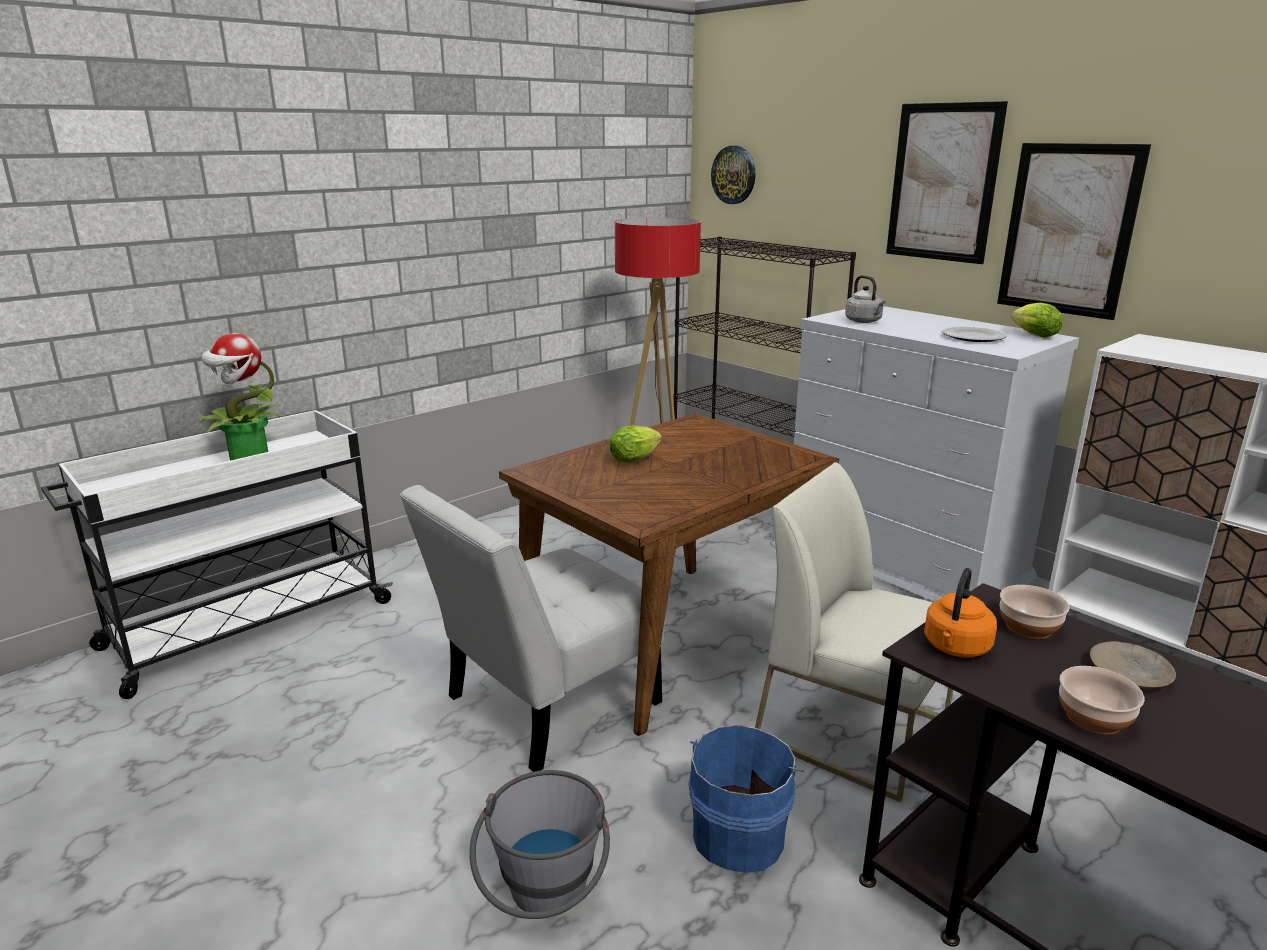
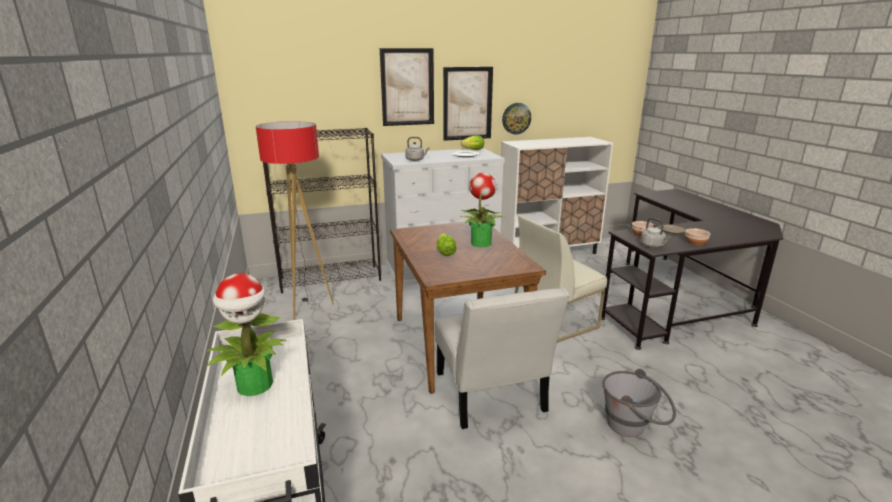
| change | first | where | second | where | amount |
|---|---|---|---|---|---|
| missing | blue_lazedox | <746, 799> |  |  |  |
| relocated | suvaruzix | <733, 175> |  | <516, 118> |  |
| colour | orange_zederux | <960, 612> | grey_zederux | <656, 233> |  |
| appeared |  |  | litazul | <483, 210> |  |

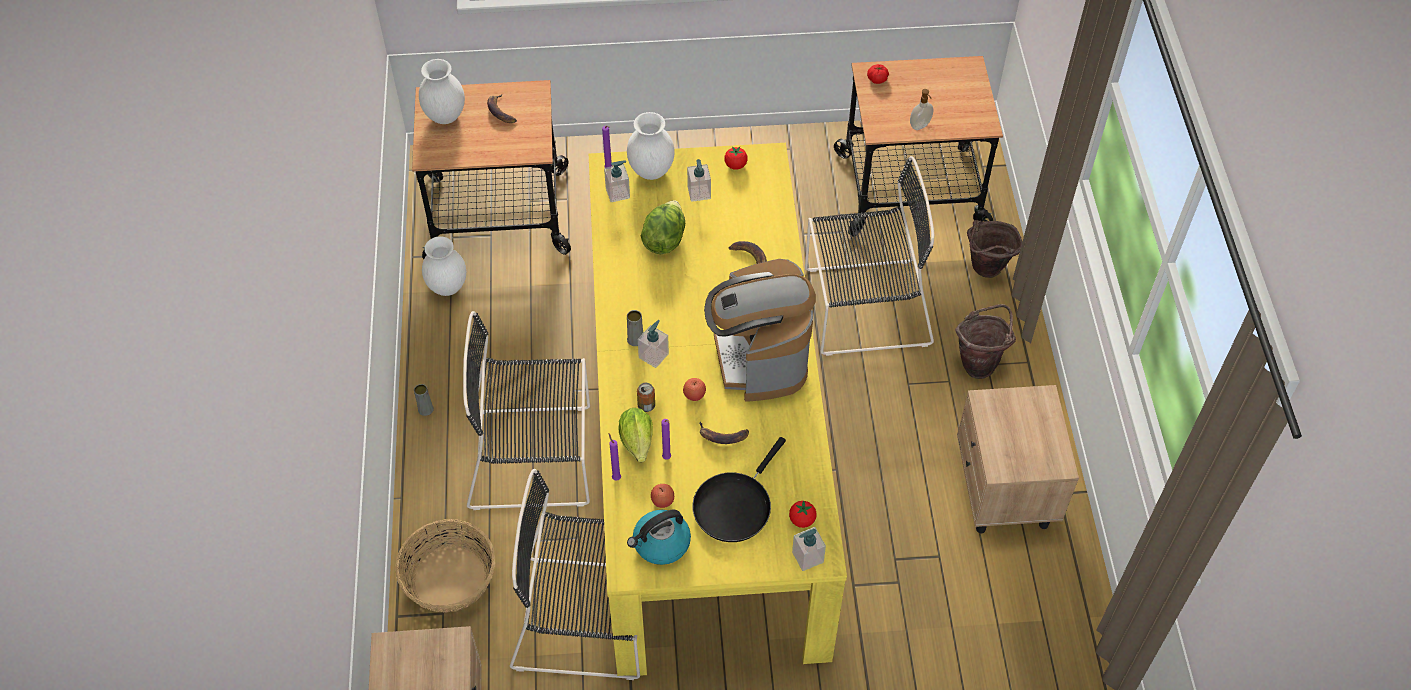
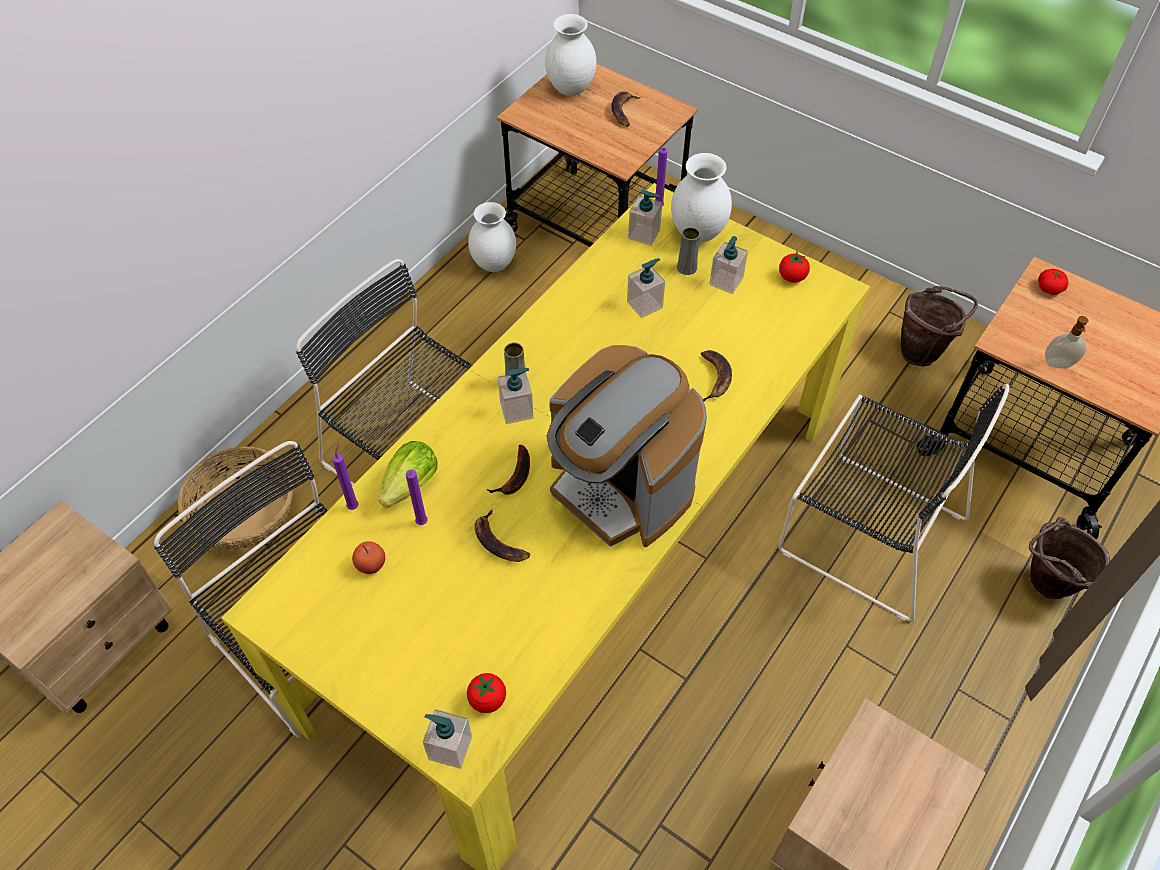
| change | first | where | second | where | amount |
|---|---|---|---|---|---|
| relocated | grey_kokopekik | <424, 400> |  | <688, 251> |  |
| missing | zederux | <659, 537> |  |  |  |
| missing | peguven | <646, 397> |  |  |  |
| exchanged | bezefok | <663, 227> | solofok | <646, 288> |  |
| exchanged | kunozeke | <694, 389> | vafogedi | <508, 470> |  |
| missing | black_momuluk | <739, 489> |  |  |  |
| spun | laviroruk | <760, 330> |  | <627, 446> | 75 degrees counterclockwise |
| relocated | brown_lazedox | <985, 341> |  | <939, 326> |  |

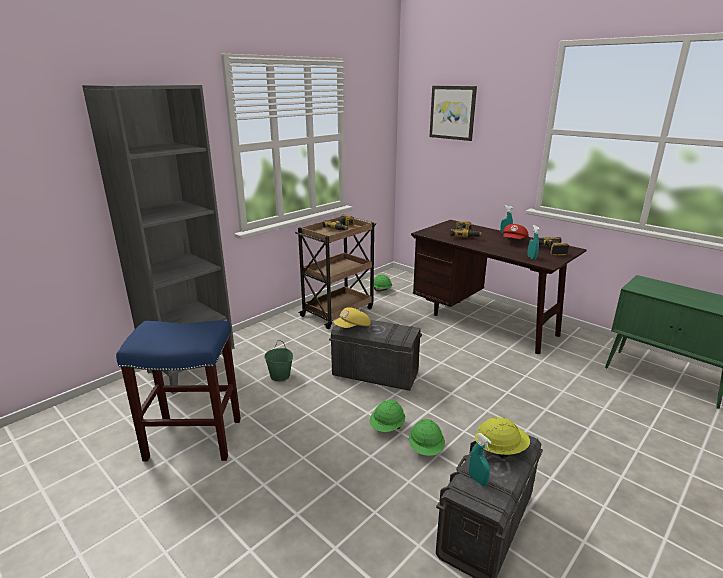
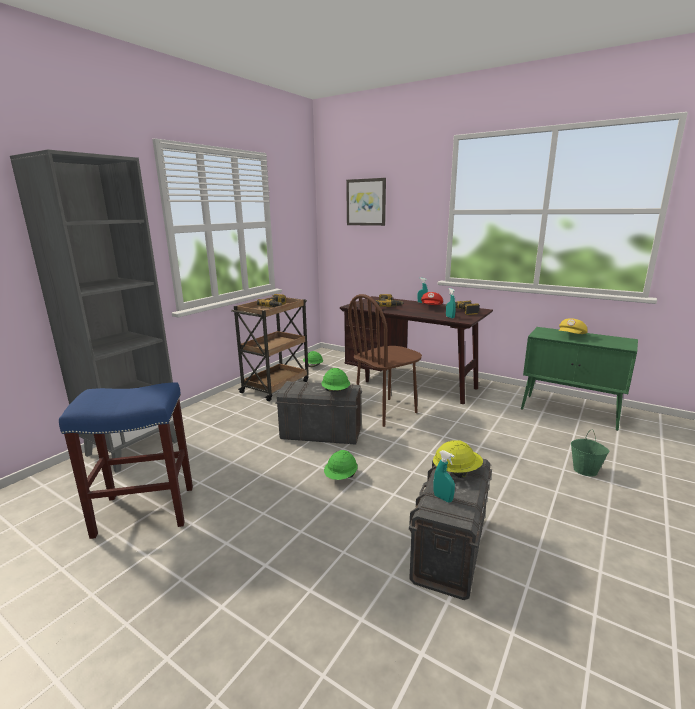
| change | first | where | second | where | amount |
|---|---|---|---|---|---|
| relocated | green_lazedox | <278, 361> |  | <590, 453> |  |
| relocated | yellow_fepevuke | <352, 317> |  | <573, 326> |  |
| relocated | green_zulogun | <427, 437> |  | <335, 380> |  |
| appeared |  |  | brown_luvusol | <385, 360> |  |

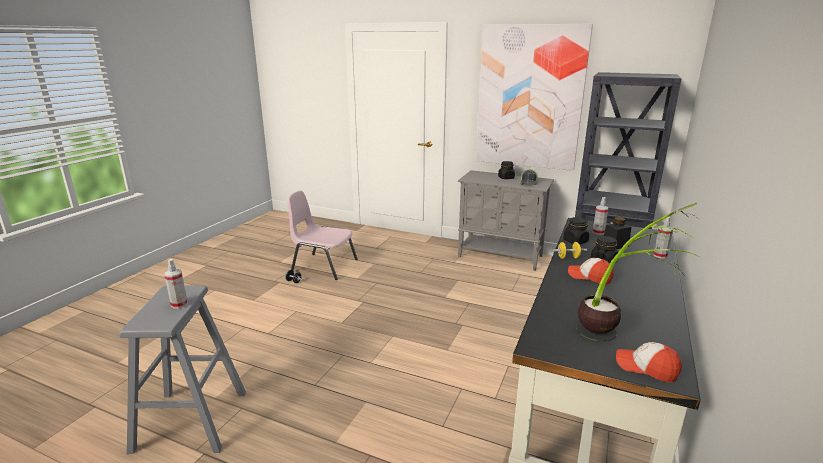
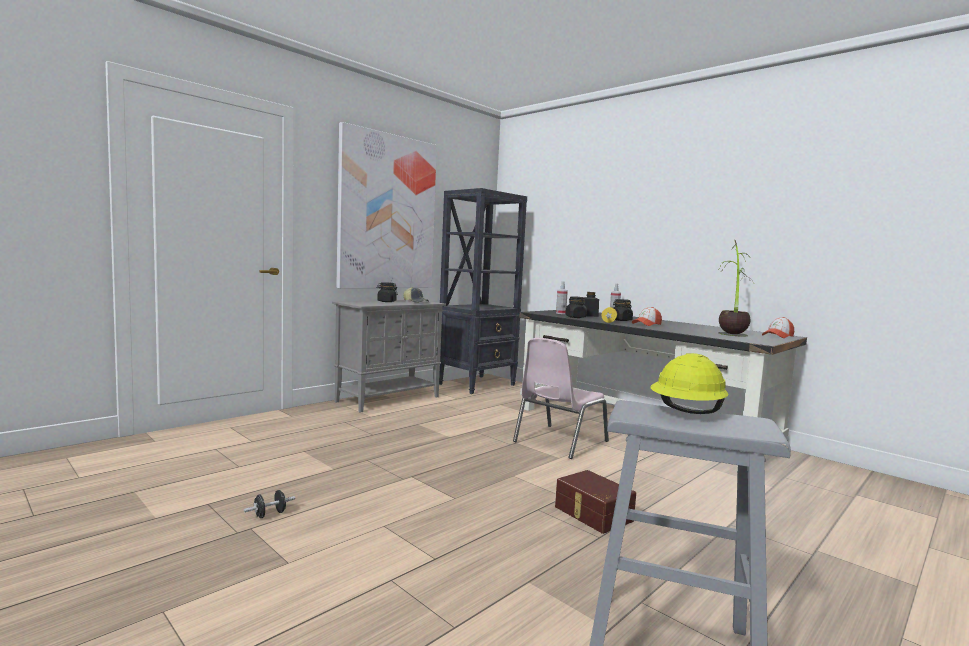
| change | first | where | second | where | amount |
|---|---|---|---|---|---|
| exchanged | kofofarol | <176, 283> | yellow_zulogun | <689, 383> |  |
| relocated | pink_luvusol | <322, 235> |  | <561, 398> |  |
| appeared |  |  | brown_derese | <595, 502> |  |

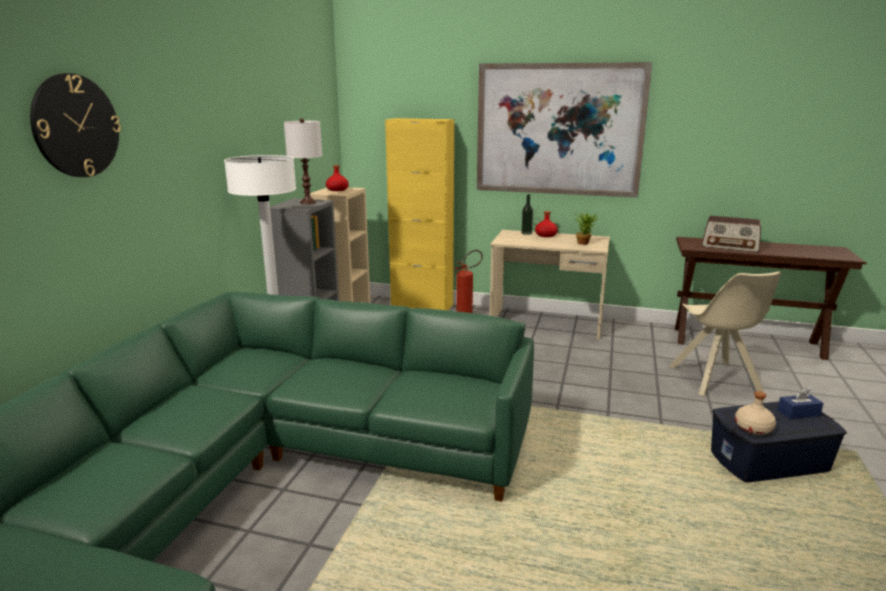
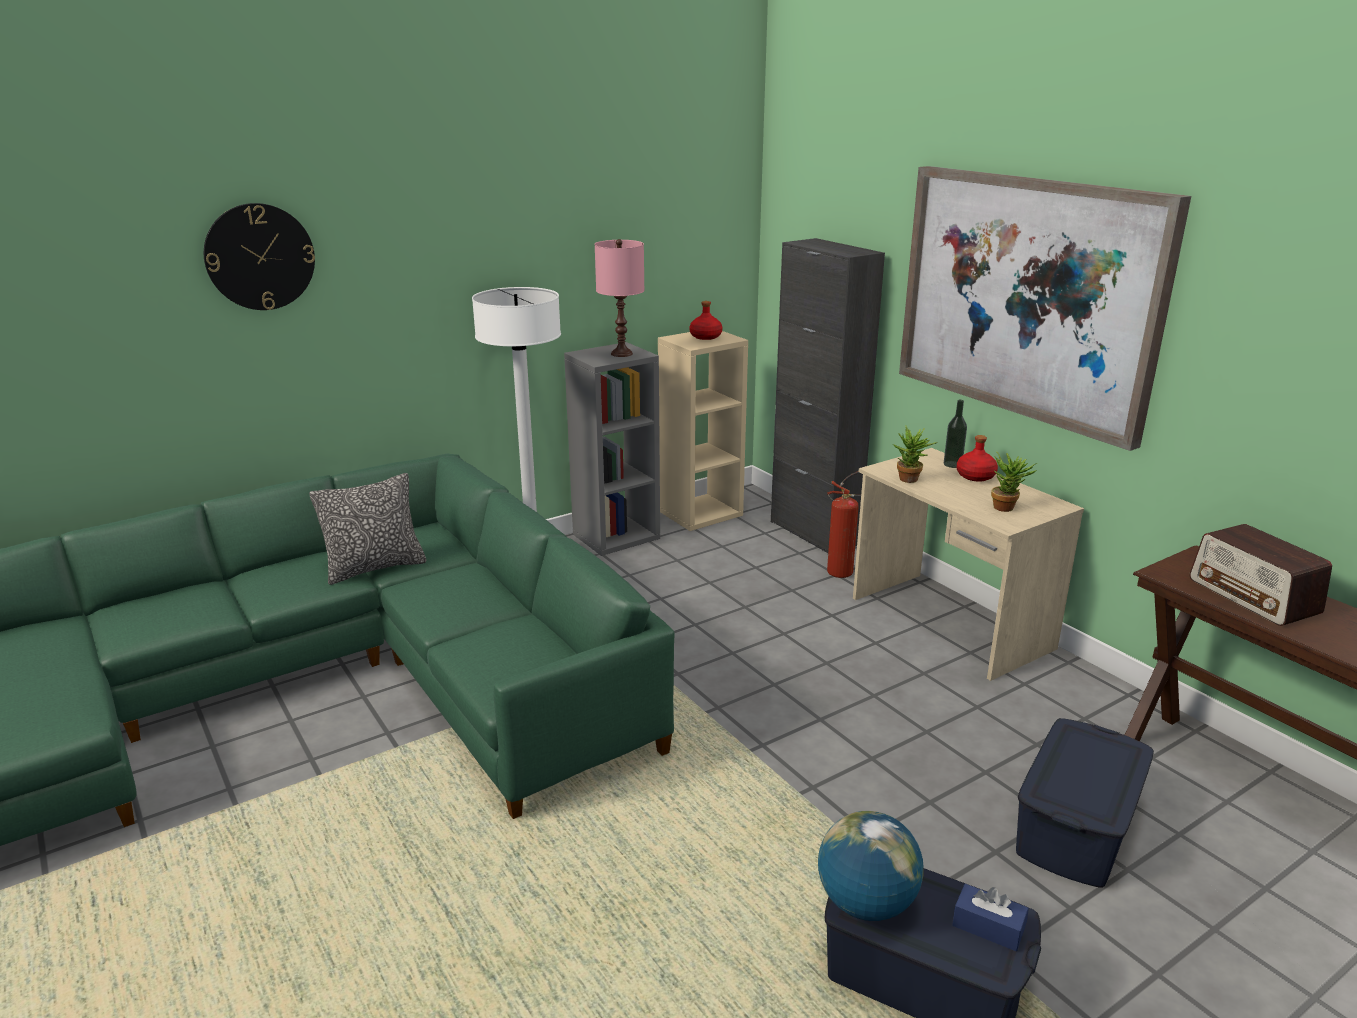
| change | first | where | second | where | amount |
|---|---|---|---|---|---|
| colour | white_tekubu | <303, 161> | pink_tekubu | <620, 298> |  |
| colour | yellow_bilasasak | <419, 214> | black_bilasasak | <828, 395> |  |
| exchanged | beige_luvusol | <725, 334> | blue_derese | <1085, 803> |  |
| exchanged | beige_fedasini | <755, 413> | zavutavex | <871, 866> |  |
| appeared |  |  | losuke | <367, 529> |  |
| appeared |  |  | litazul | <915, 454> |  |

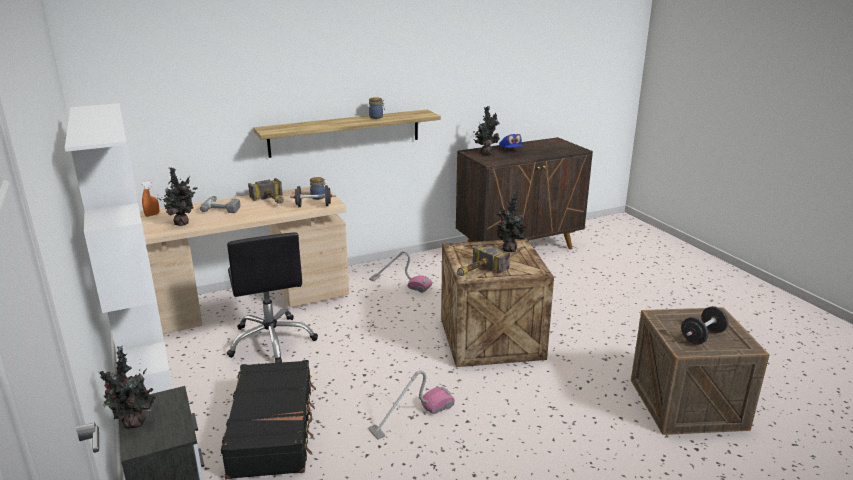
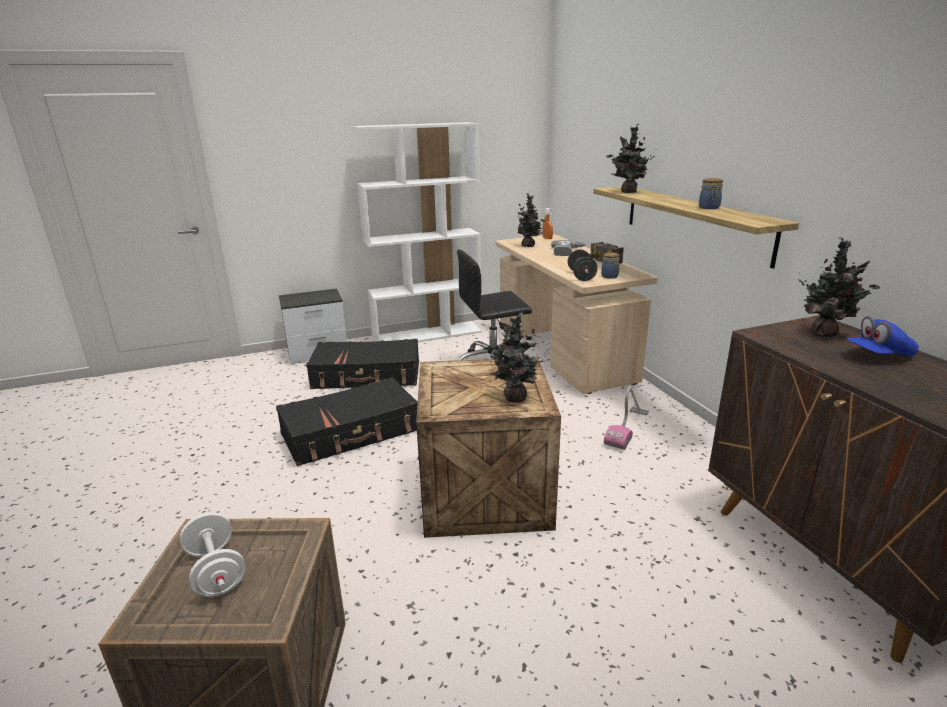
| change | first | where | second | where | amount |
|---|---|---|---|---|---|
| relocated | litazul | <128, 387> |  | <630, 158> |  |
| exchanged | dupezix | <411, 405> | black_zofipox | <347, 421> |  |
| missing | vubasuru | <483, 259> |  |  |  |
| colour | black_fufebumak | <704, 325> | white_fufebumak | <213, 554> |  |

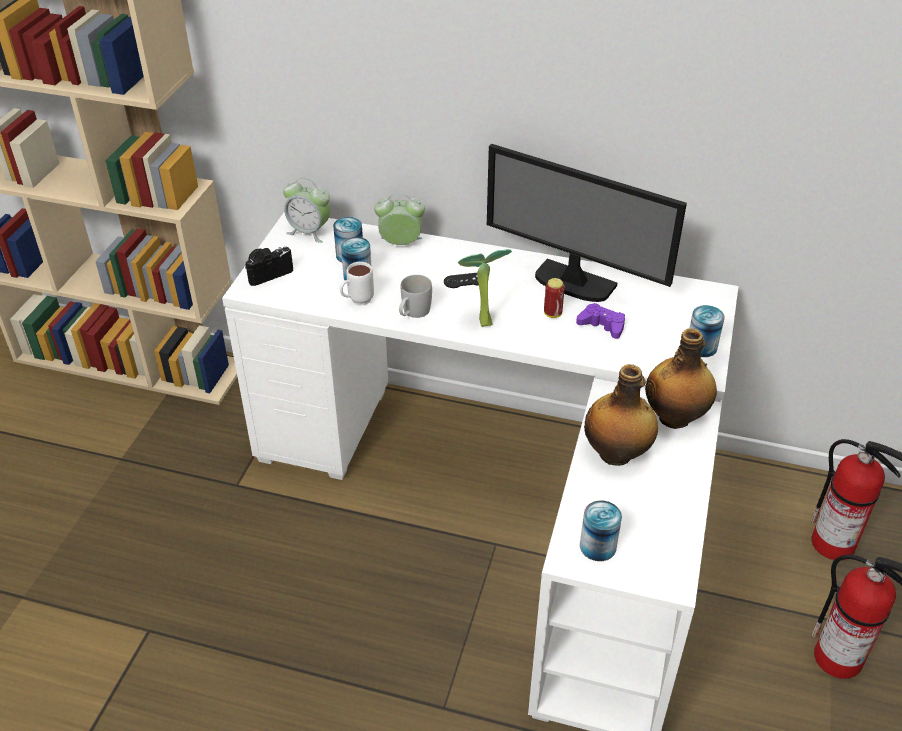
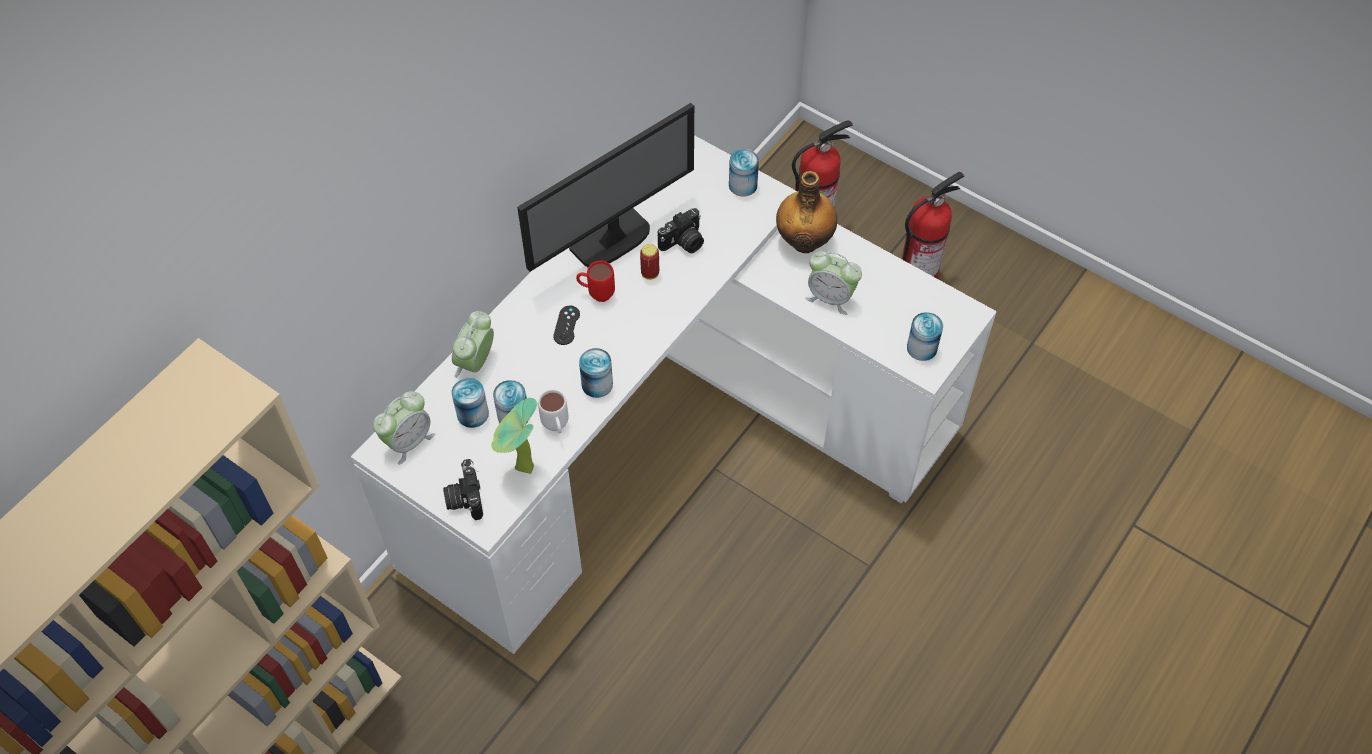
| change | first | where | second | where | amount |
|---|---|---|---|---|---|
| exchanged | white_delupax | <415, 296> | peguven | <596, 373> |  |
| relocated | litazul | <485, 288> |  | <514, 436> |  |
| exchanged | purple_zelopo | <600, 321> | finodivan | <681, 230> |  |
| exchanged | fedasini | <621, 415> | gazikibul | <833, 283> |  |
| appeared |  |  | red_delupax | <595, 281> |  |

